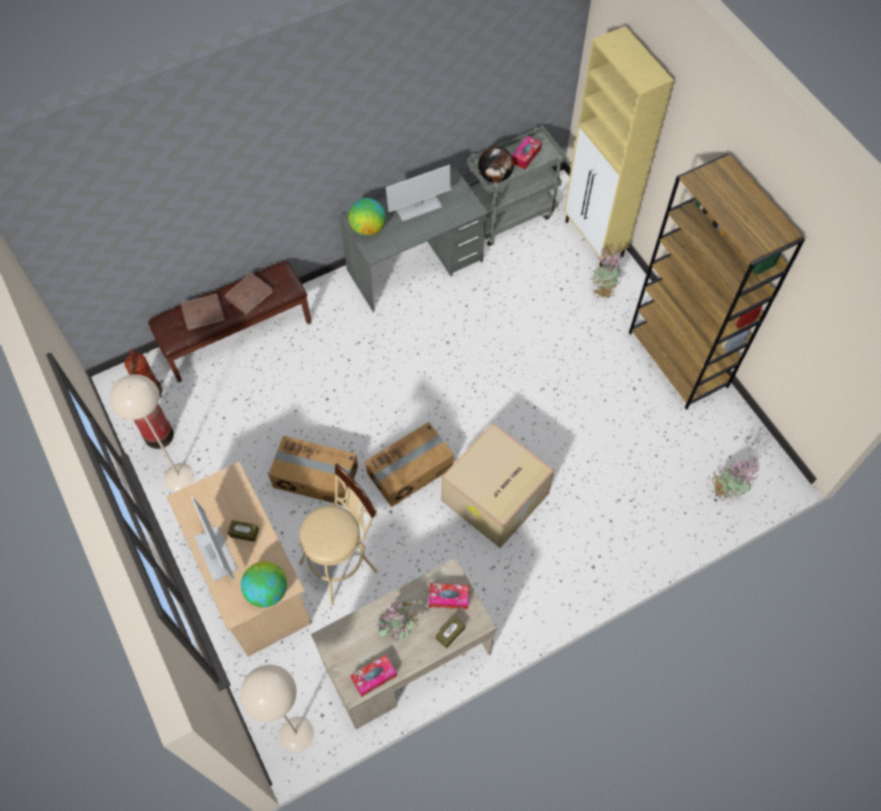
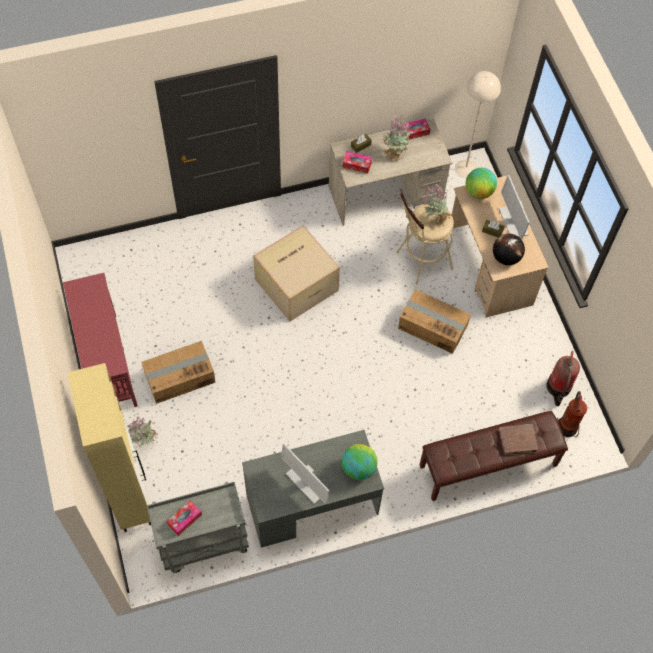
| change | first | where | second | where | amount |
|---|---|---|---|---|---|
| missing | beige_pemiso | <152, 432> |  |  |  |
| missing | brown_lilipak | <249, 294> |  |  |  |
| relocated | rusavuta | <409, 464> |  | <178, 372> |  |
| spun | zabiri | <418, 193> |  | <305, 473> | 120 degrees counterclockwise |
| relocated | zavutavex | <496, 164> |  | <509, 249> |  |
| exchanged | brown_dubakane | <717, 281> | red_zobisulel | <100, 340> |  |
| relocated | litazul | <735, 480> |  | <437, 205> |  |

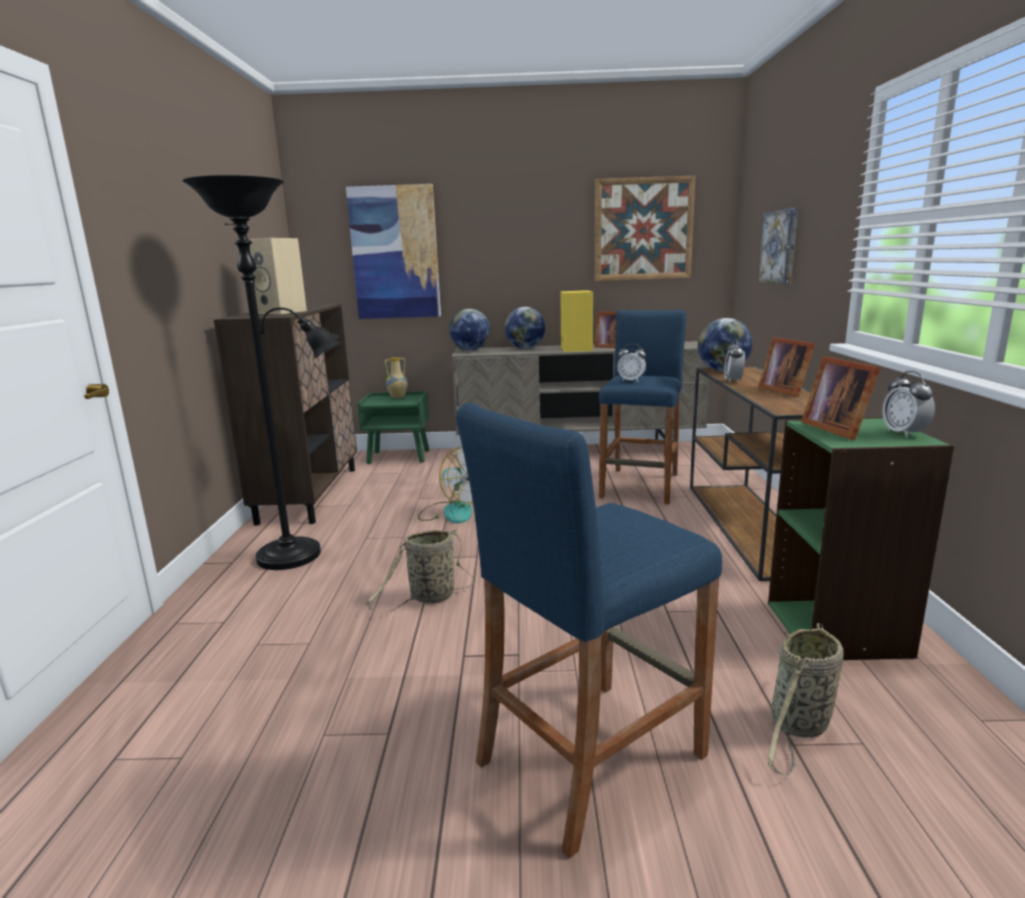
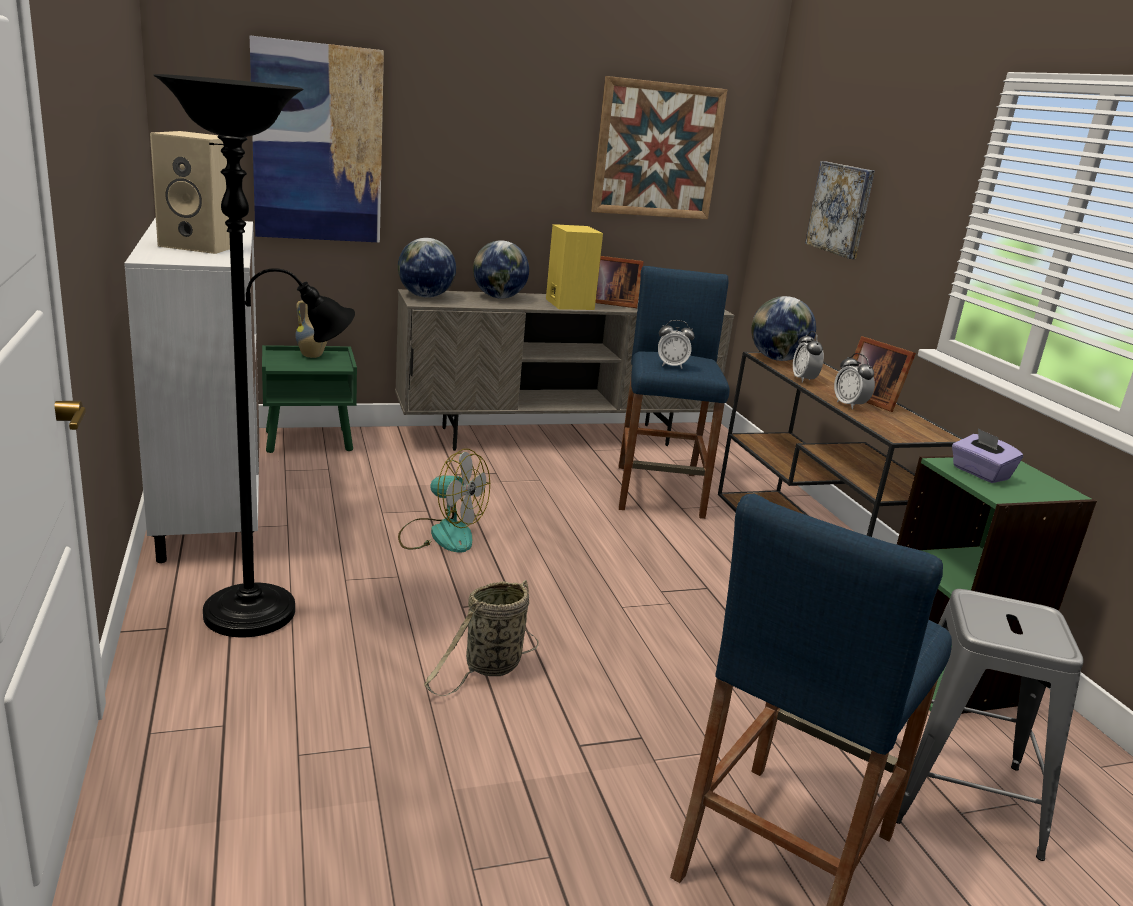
| change | first | where | second | where | amount |
|---|---|---|---|---|---|
| colour | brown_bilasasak | <285, 415> | white_bilasasak | <191, 390> |  |
| exchanged | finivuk | <806, 699> | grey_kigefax | <990, 725> |  |
| exchanged | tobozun | <841, 398> | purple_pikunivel | <987, 455> |  |
| relocated | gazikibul | <908, 404> |  | <854, 381> |  |

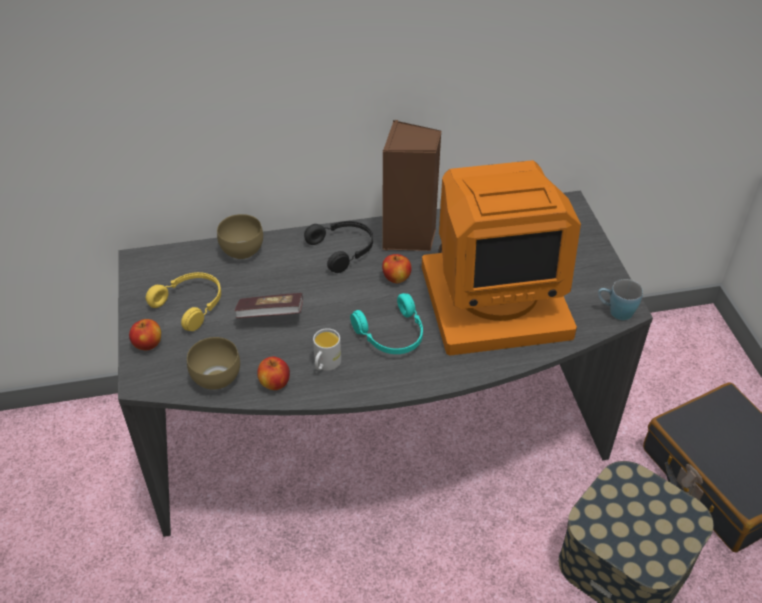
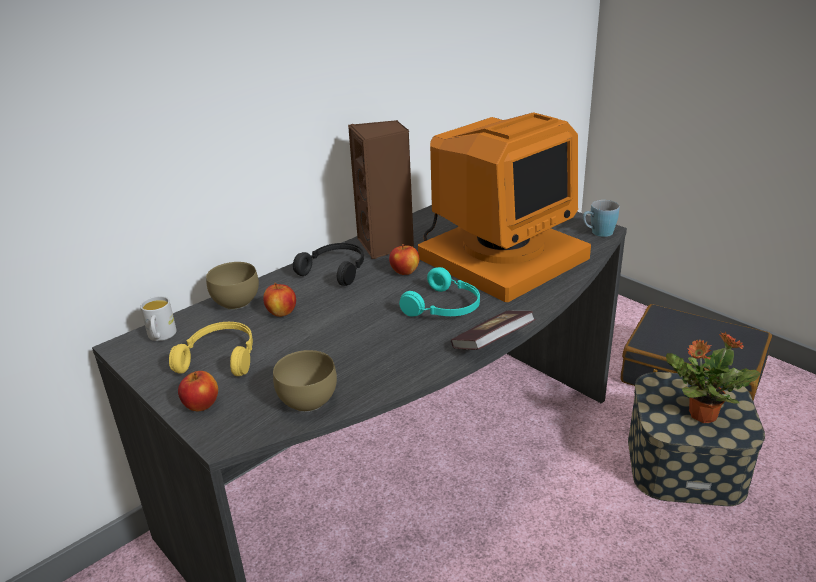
| change | first | where | second | where | amount |
|---|---|---|---|---|---|
| relocated | lilipak | <269, 305> |  | <493, 330> |  |
| relocated | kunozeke | <273, 373> |  | <279, 300> |  |
| relocated | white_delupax | <327, 349> |  | <158, 318> |  |
| appeared |  |  | litazul | <713, 377> |  |

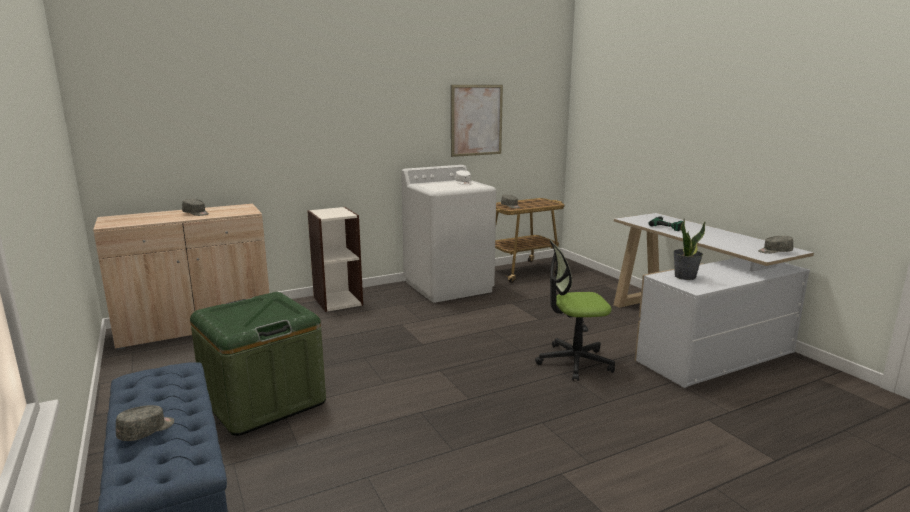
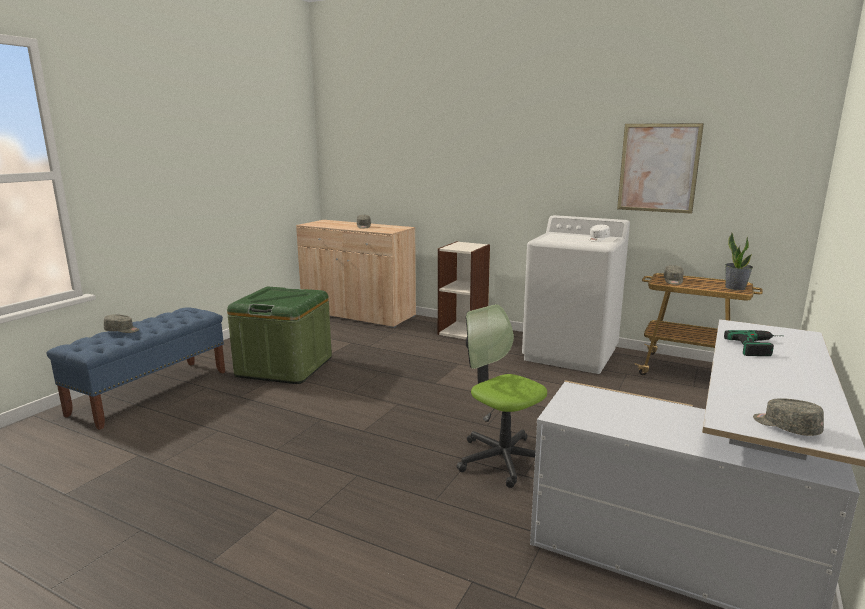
| change | first | where | second | where | amount |
|---|---|---|---|---|---|
| relocated | litazul | <689, 249> |  | <739, 261> |  |

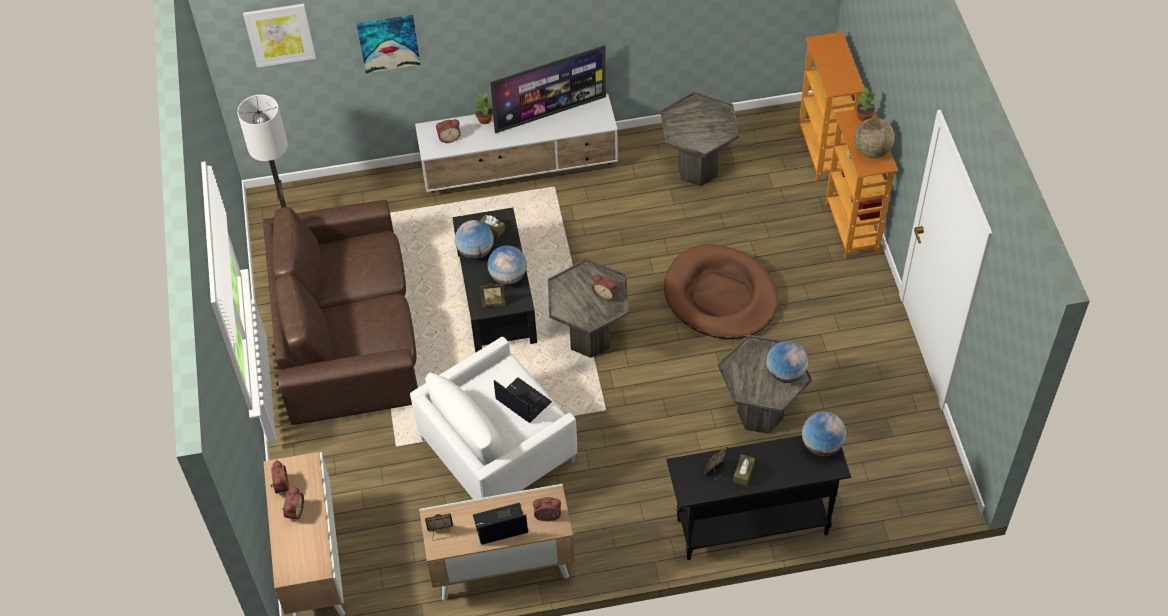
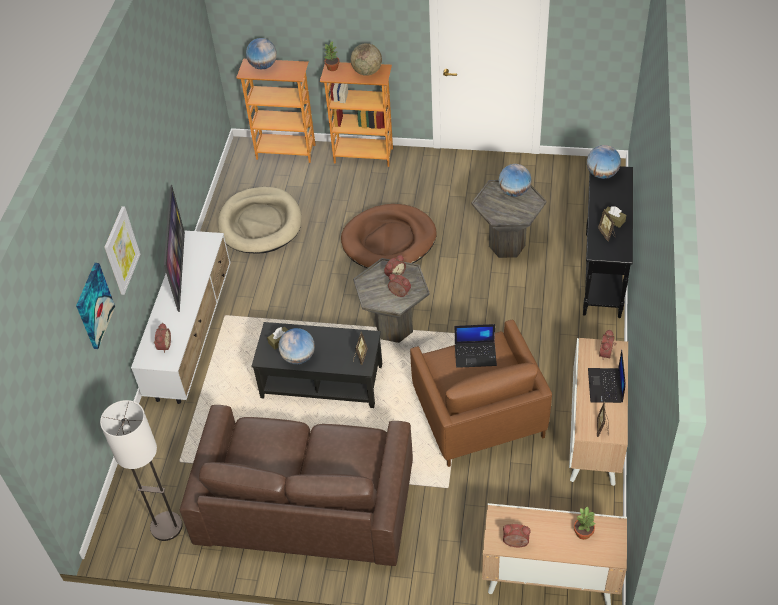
| change | first | where | second | where | amount |
|---|---|---|---|---|---|
| relocated | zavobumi | <279, 36> |  | <122, 250> |  |
| relocated | gazikibul | <293, 504> |  | <399, 285> |  |
| colour | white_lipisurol | <493, 418> | brown_lipisurol | <481, 393> |  |
| relocated | litazul | <484, 108> |  | <585, 523> |  |
| relocated | zavutavex | <507, 265> |  | <261, 53> |  |
| spun | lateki | <523, 400> |  | <476, 346> | 150 degrees counterclockwise |
| exchanged | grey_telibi | <700, 139> | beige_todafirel | <260, 220> |  |

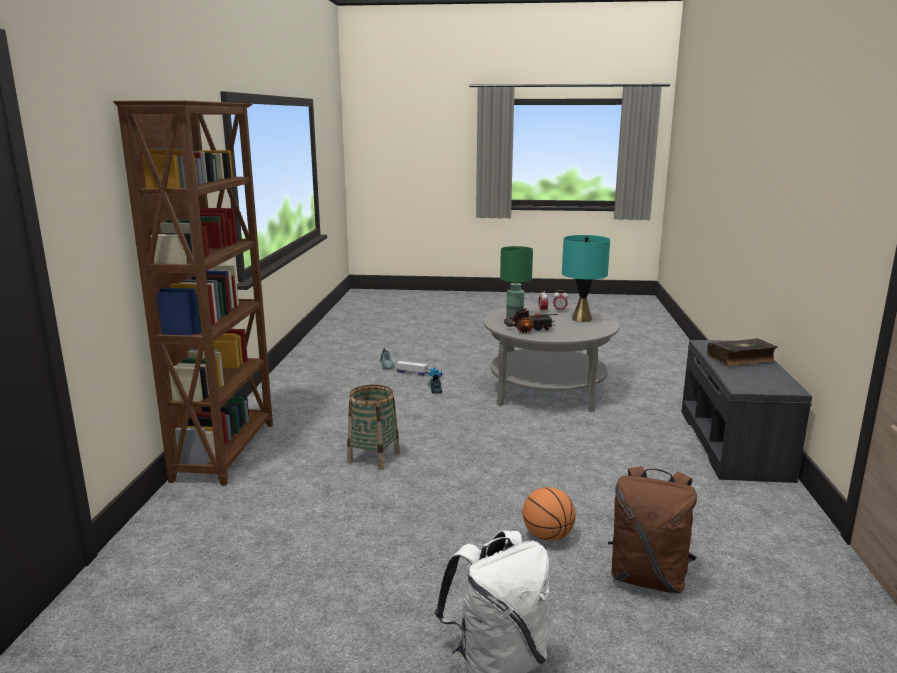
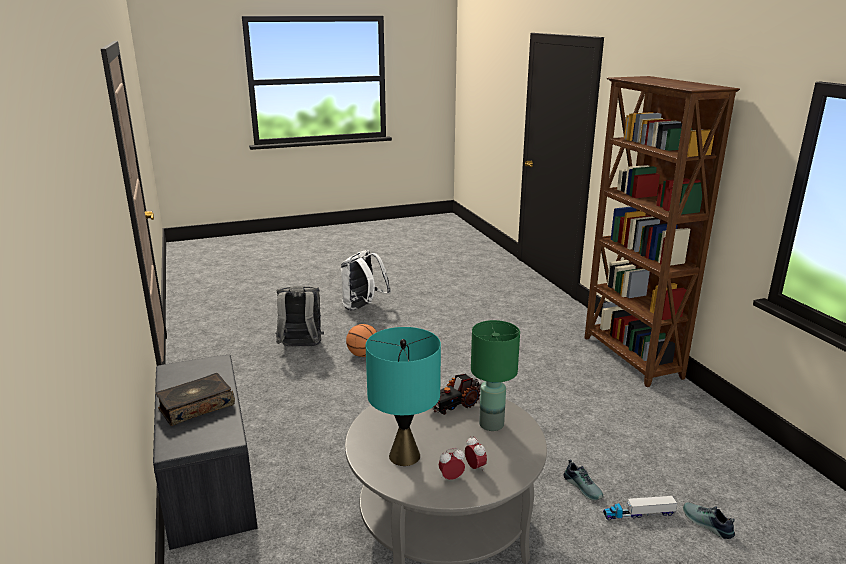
| change | first | where | second | where | amount |
|---|---|---|---|---|---|
| missing | finivuk | <373, 427> |  |  |  |
| colour | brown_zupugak | <652, 529> | grey_zupugak | <300, 316> |  |

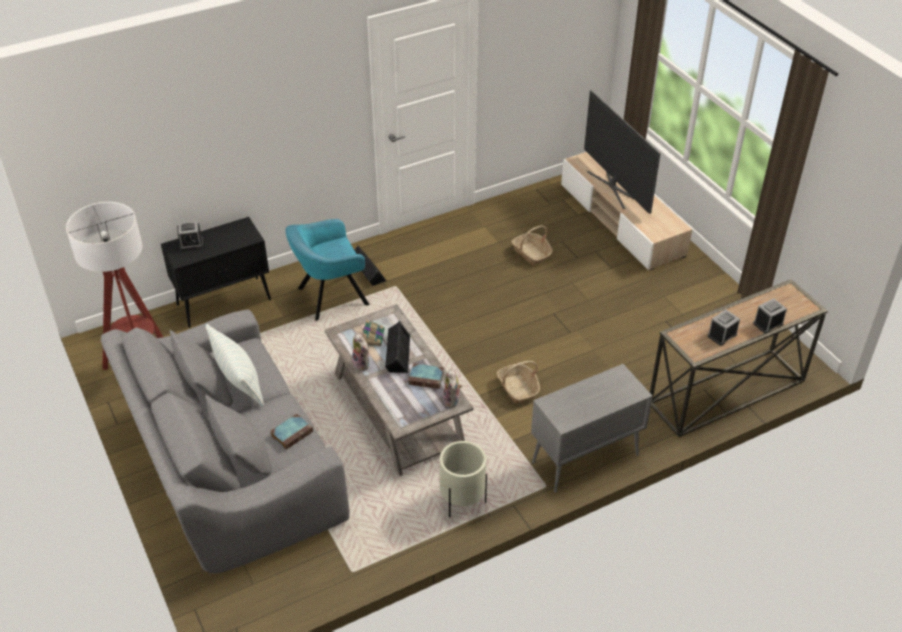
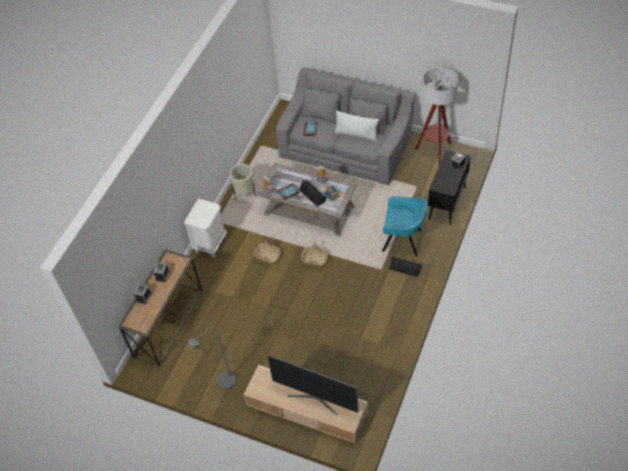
| change | first | where | second | where | amount |
|---|---|---|---|---|---|
| spun | turquoise_lipisurol | <327, 270> |  | <405, 226> | 75 degrees clockwise |
| relocated | finivuk | <531, 245> |  | <314, 254> |  |
| exchanged | grey_bilasasak | <592, 428> | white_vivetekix | <205, 227> |  |
| appeared |  |  | grey_pemiso | <211, 357> |  |

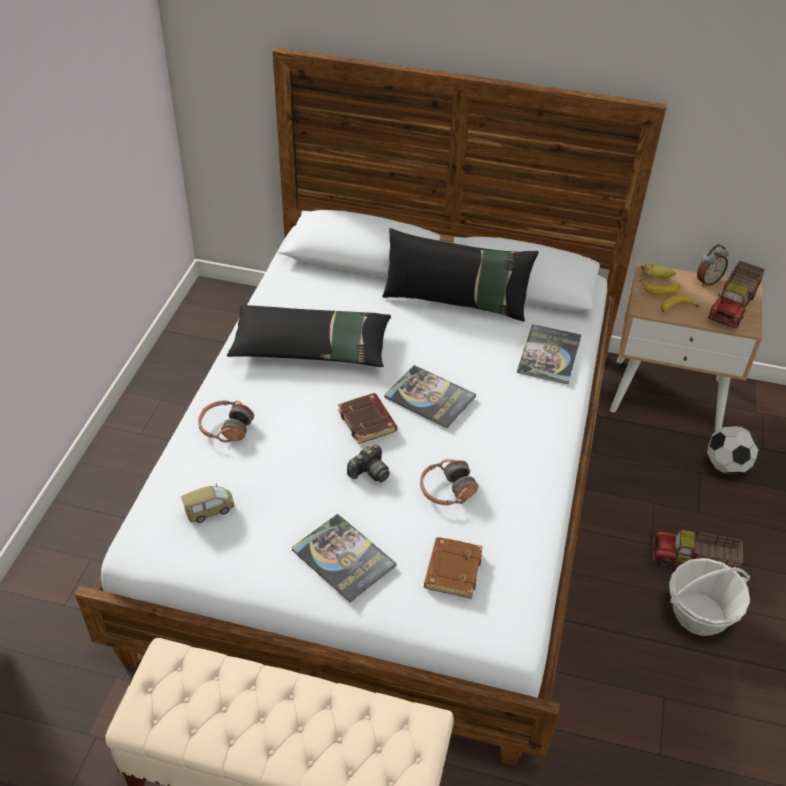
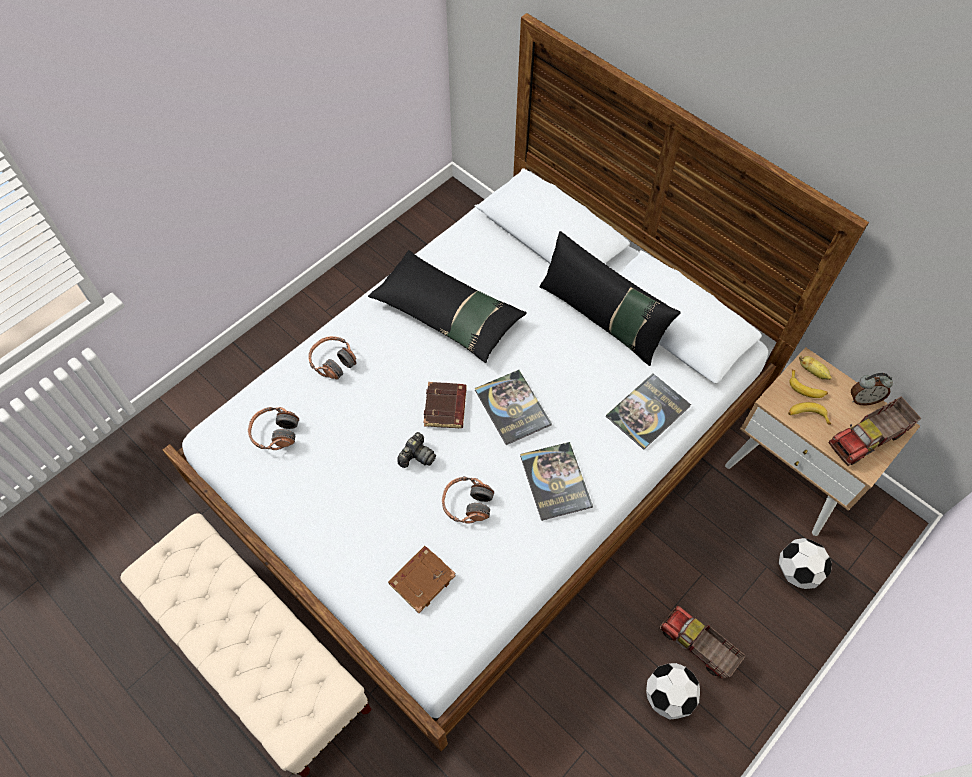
| change | first | where | second | where | amount |
|---|---|---|---|---|---|
| exchanged | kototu | <207, 503> | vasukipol | <273, 428> |  |
| relocated | lilipak | <343, 558> |  | <556, 481> |  |
| spun | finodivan | <368, 463> |  | <416, 450> | 45 degrees counterclockwise |
| exchanged | finivuk | <709, 597> | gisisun | <673, 691> |  |

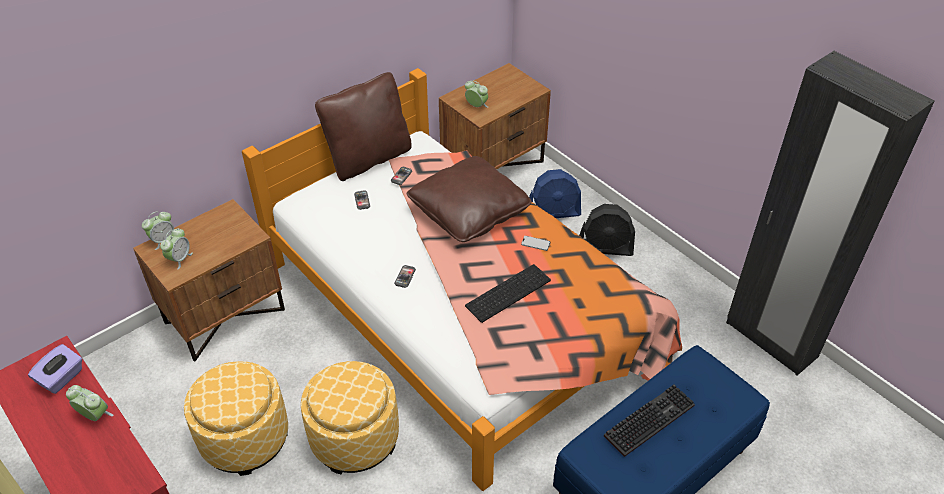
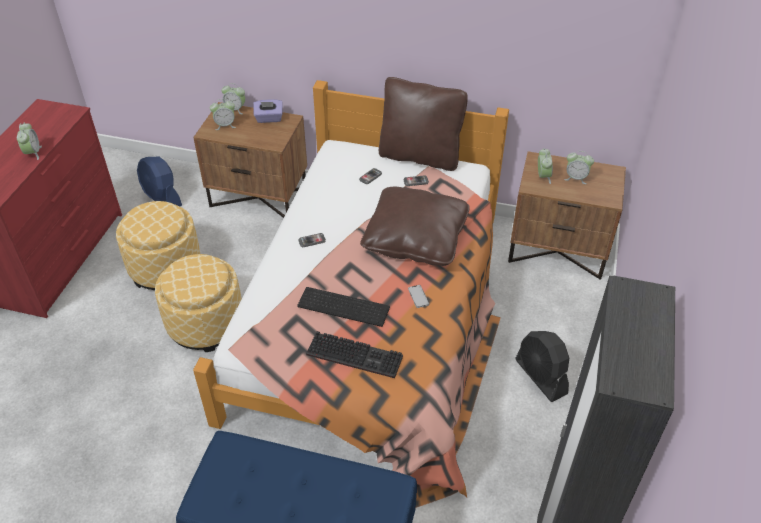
| change | first | where | second | where | amount |
|---|---|---|---|---|---|
| relocated | purple_pikunivel | <55, 369> |  | <268, 111> |  |
| relocated | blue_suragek | <555, 193> |  | <159, 181> |  |
| relocated | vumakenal | <649, 420> |  | <354, 354> |  |
| appeared |  |  | gazikibul | <579, 167> |  |

